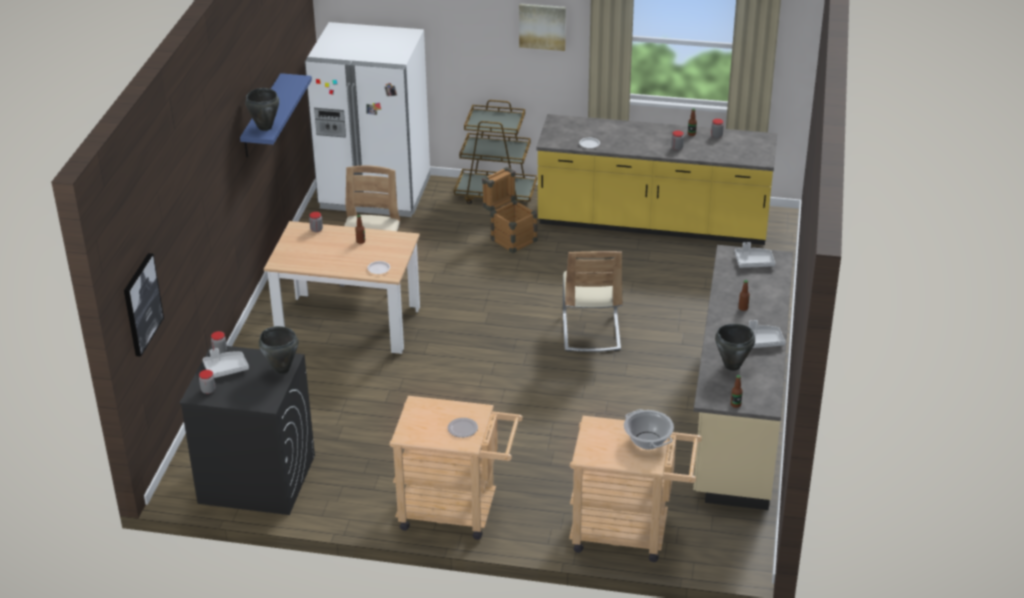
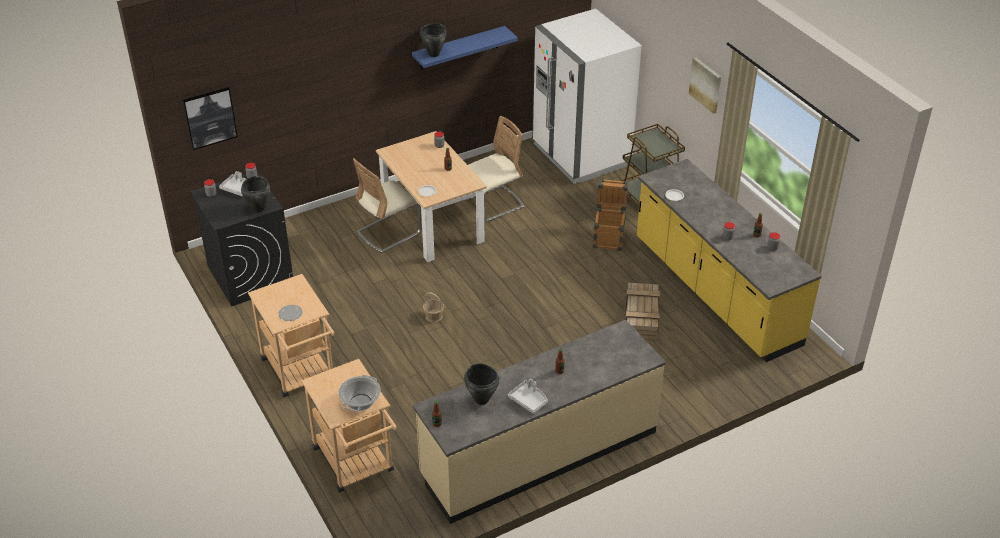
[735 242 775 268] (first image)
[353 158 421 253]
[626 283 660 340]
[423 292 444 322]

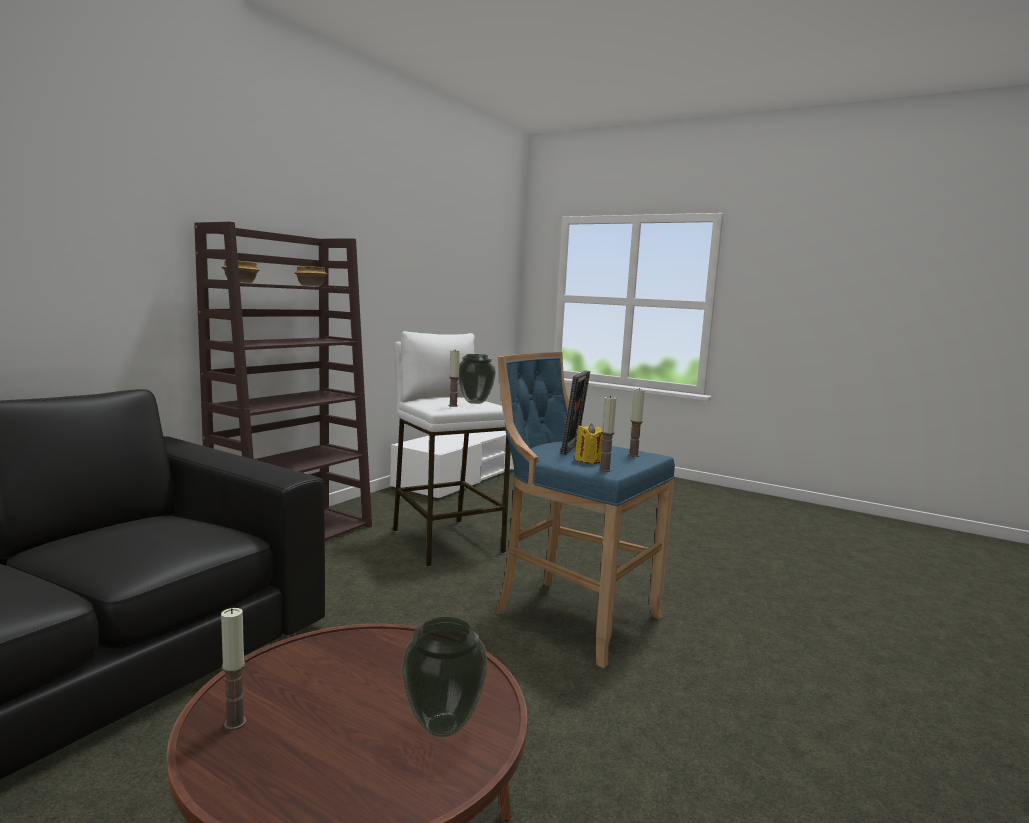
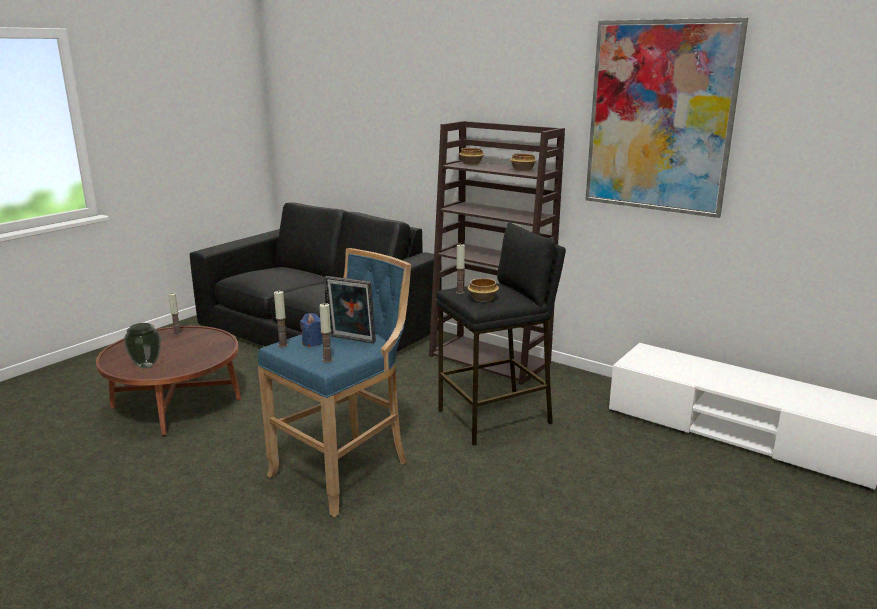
[437 222 566 446]
[468 278 499 302]
[300 313 323 347]
[585 18 748 218]

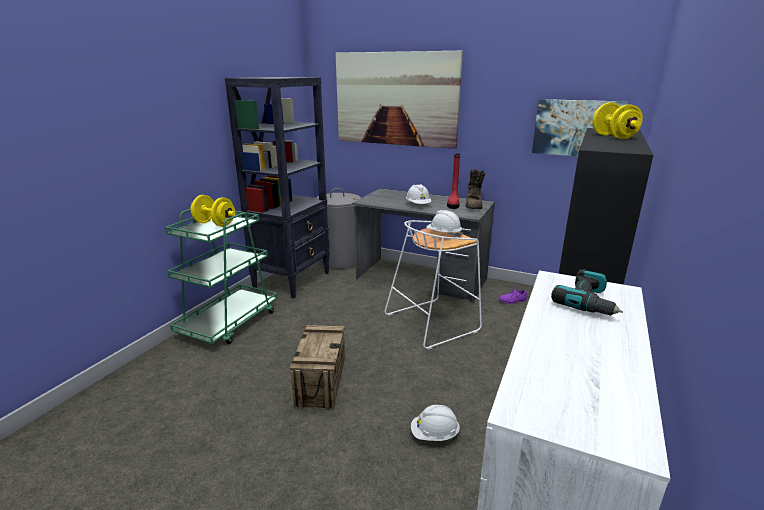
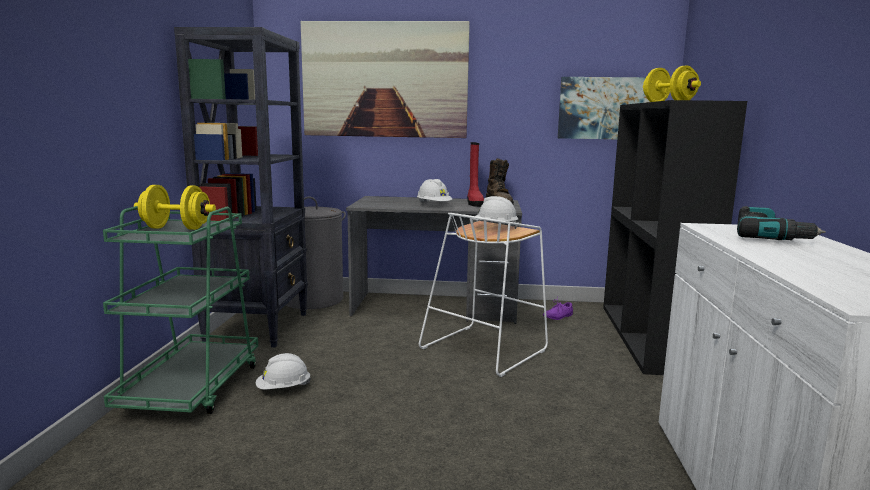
[290 325 345 410] (first image)
[256 353 311 390]

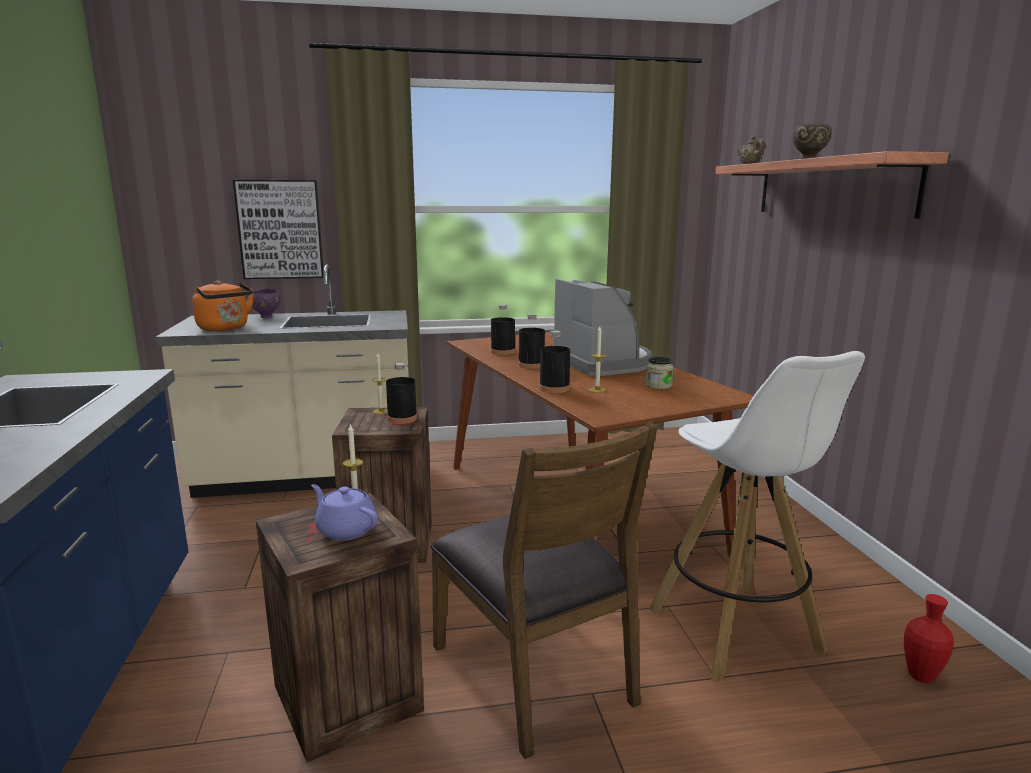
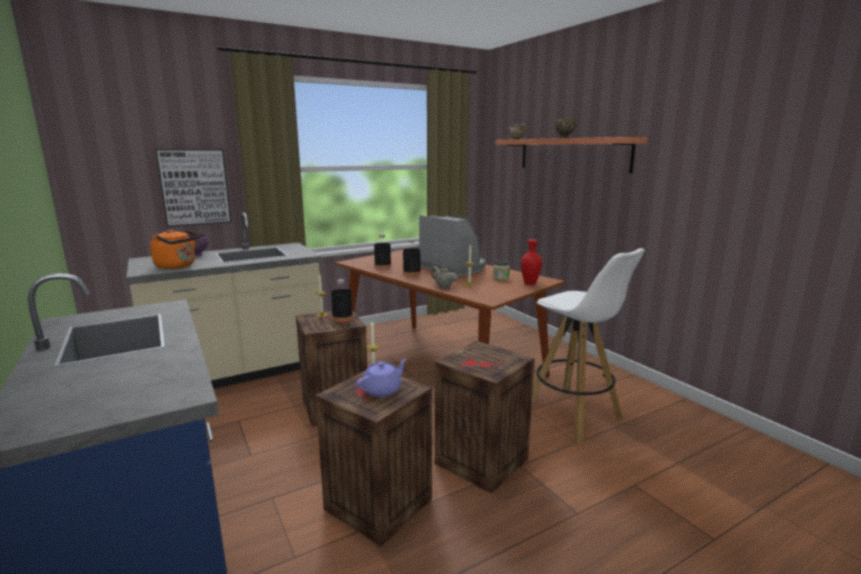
[431 265 458 288]
[435 341 535 494]
[357 359 407 397]
[521 239 542 285]

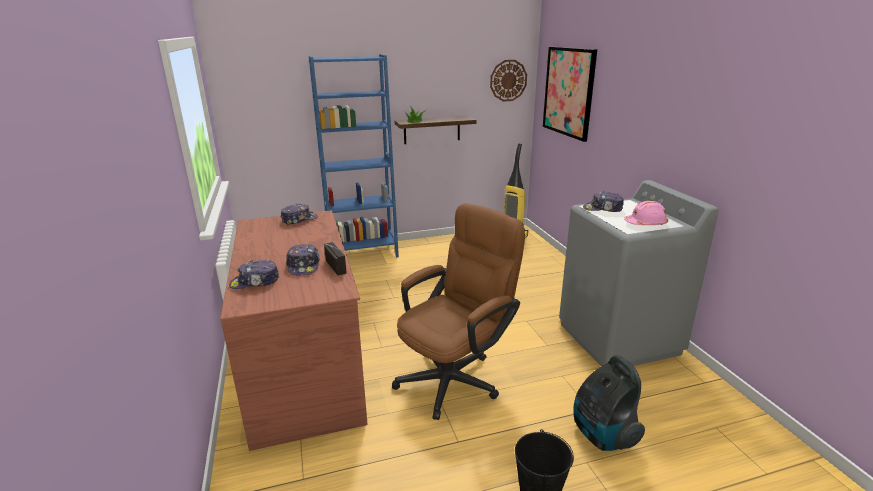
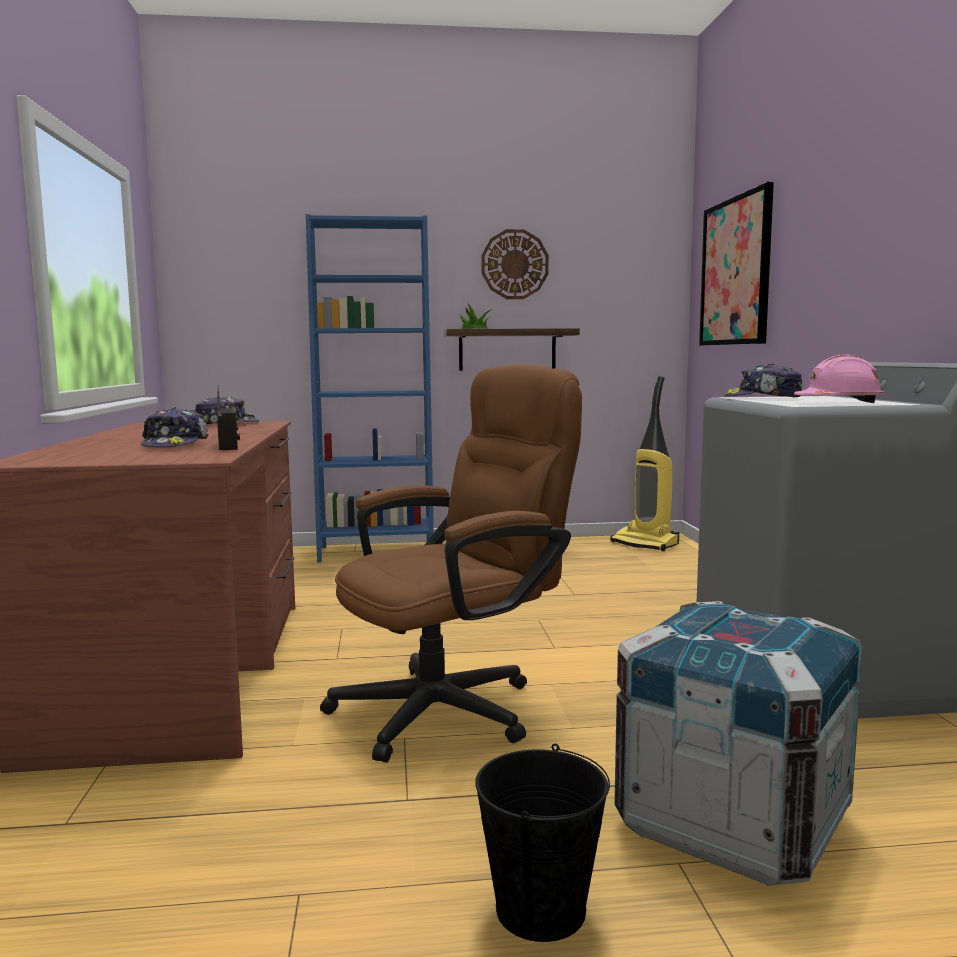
[482 229 549 299]
[229 260 280 289] (first image)
[614 601 863 886]

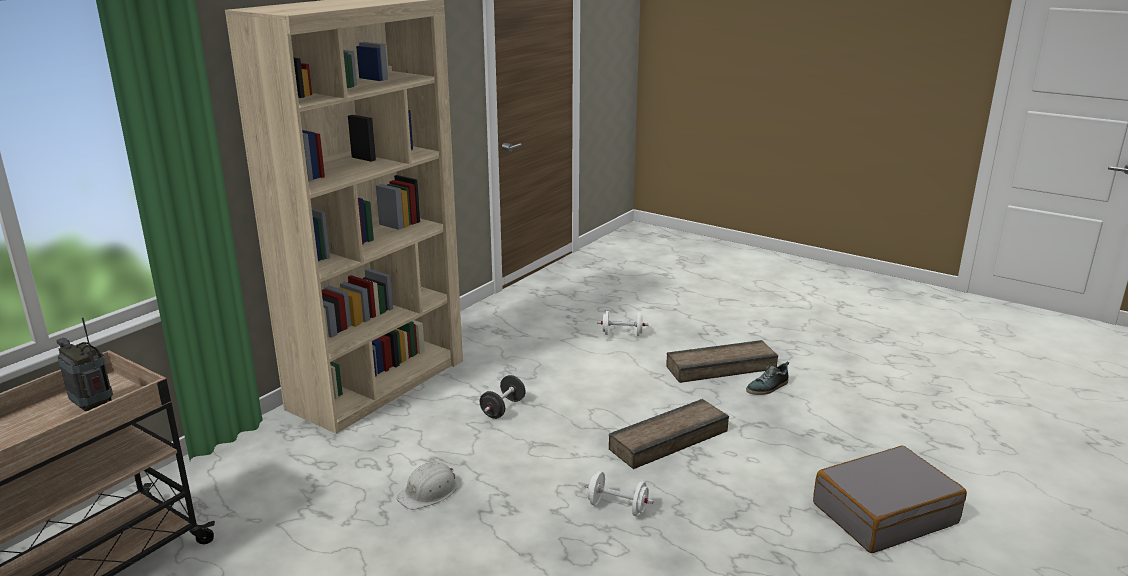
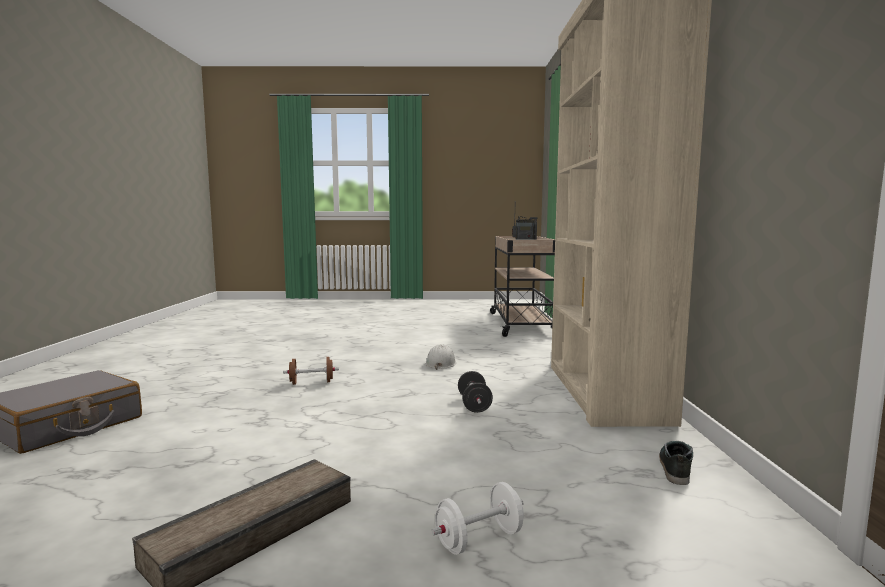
[659 441 693 485]
[609 399 729 469] (first image)
[283 357 339 385]

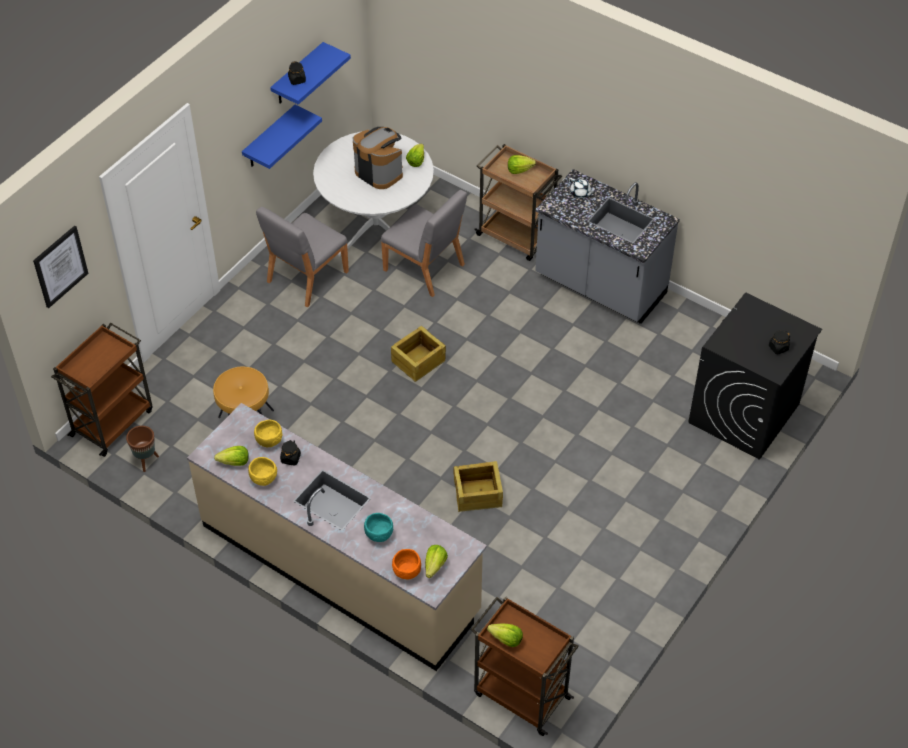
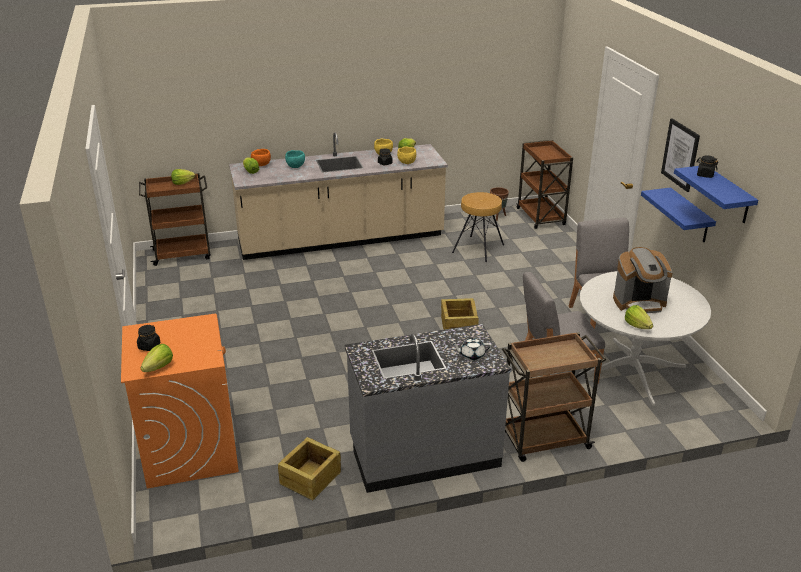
[140 344 173 372]
[661 119 700 192]
[121 314 239 489]
[278 437 341 500]

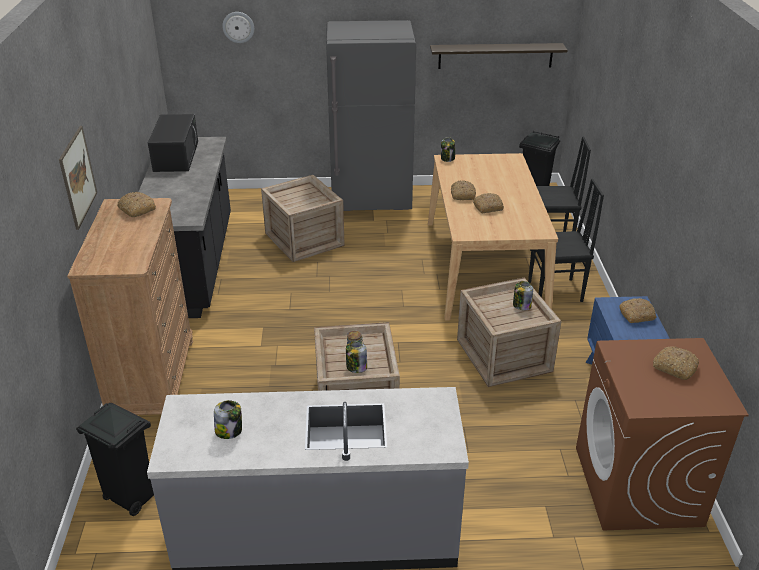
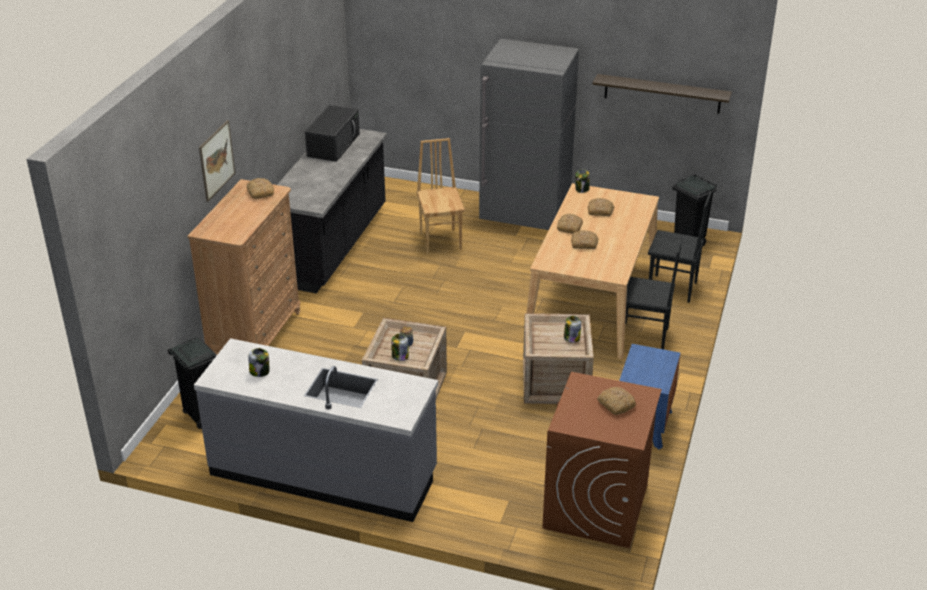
[222 12 254 43] (first image)
[416 138 465 254]
[588 198 615 216]

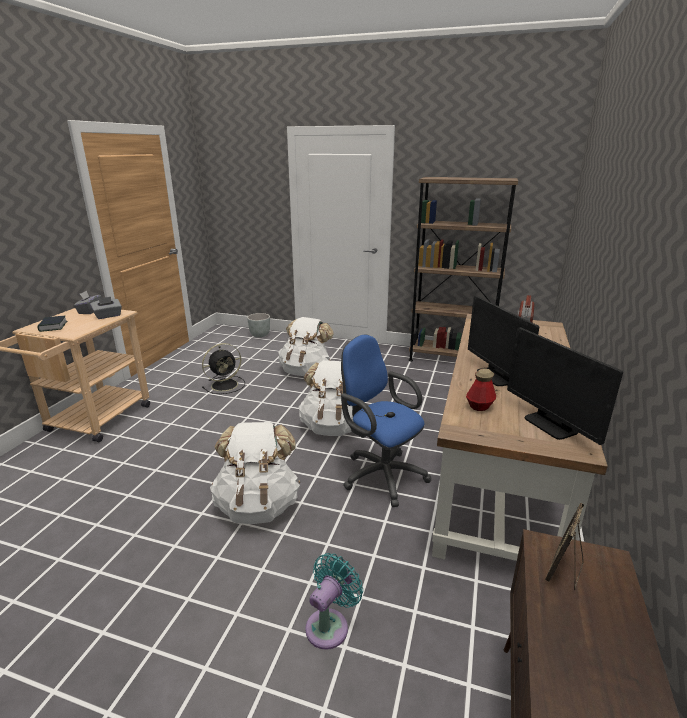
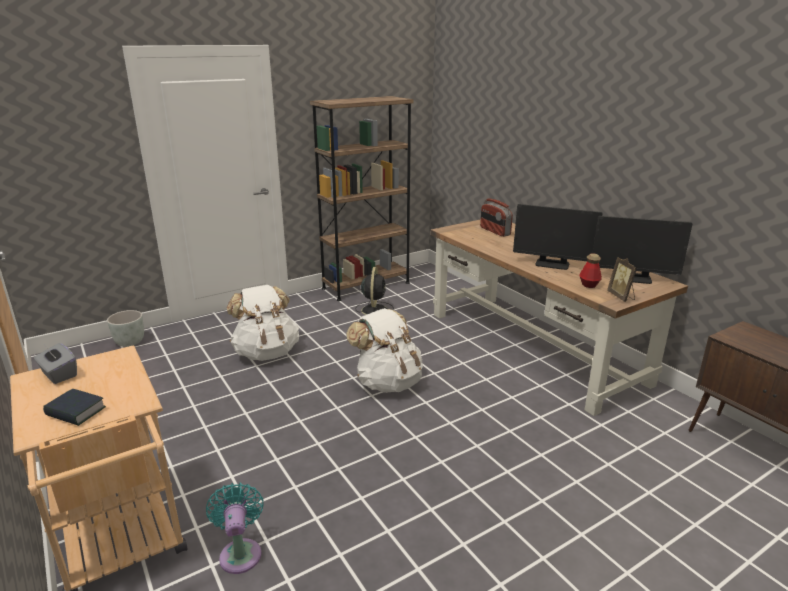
[90 297 122 319] (first image)
[341 334 431 507] (first image)
[355 267 394 315]
[210 422 300 524] (first image)
[607 257 637 302]
[206 483 264 574]

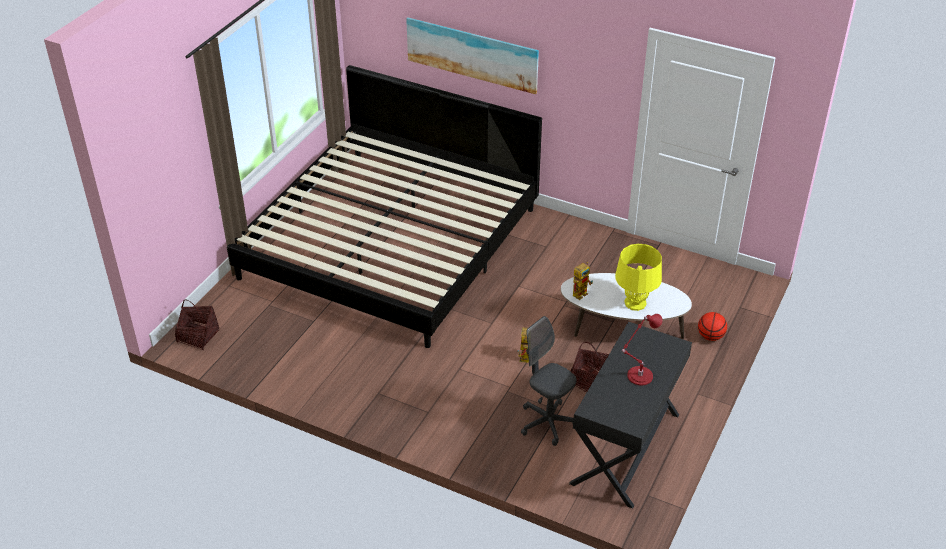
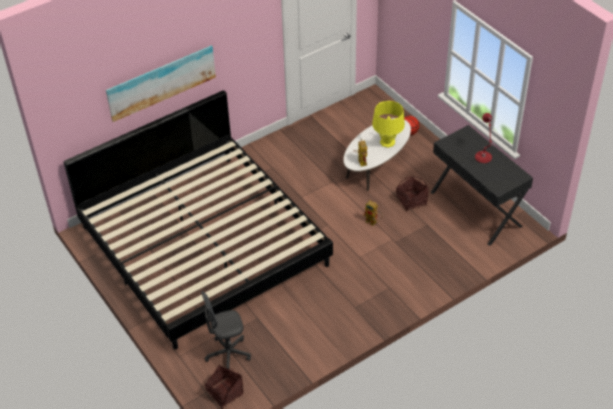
[201 291 251 369]

